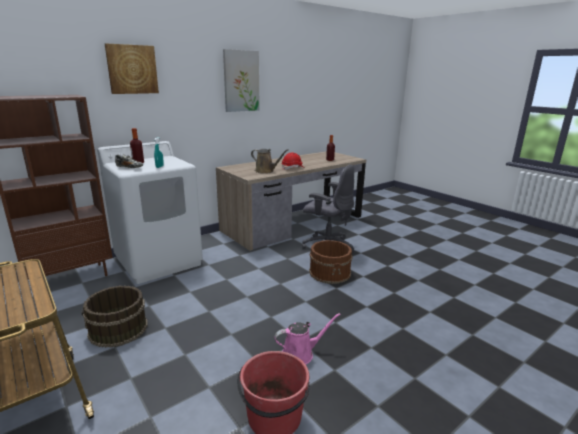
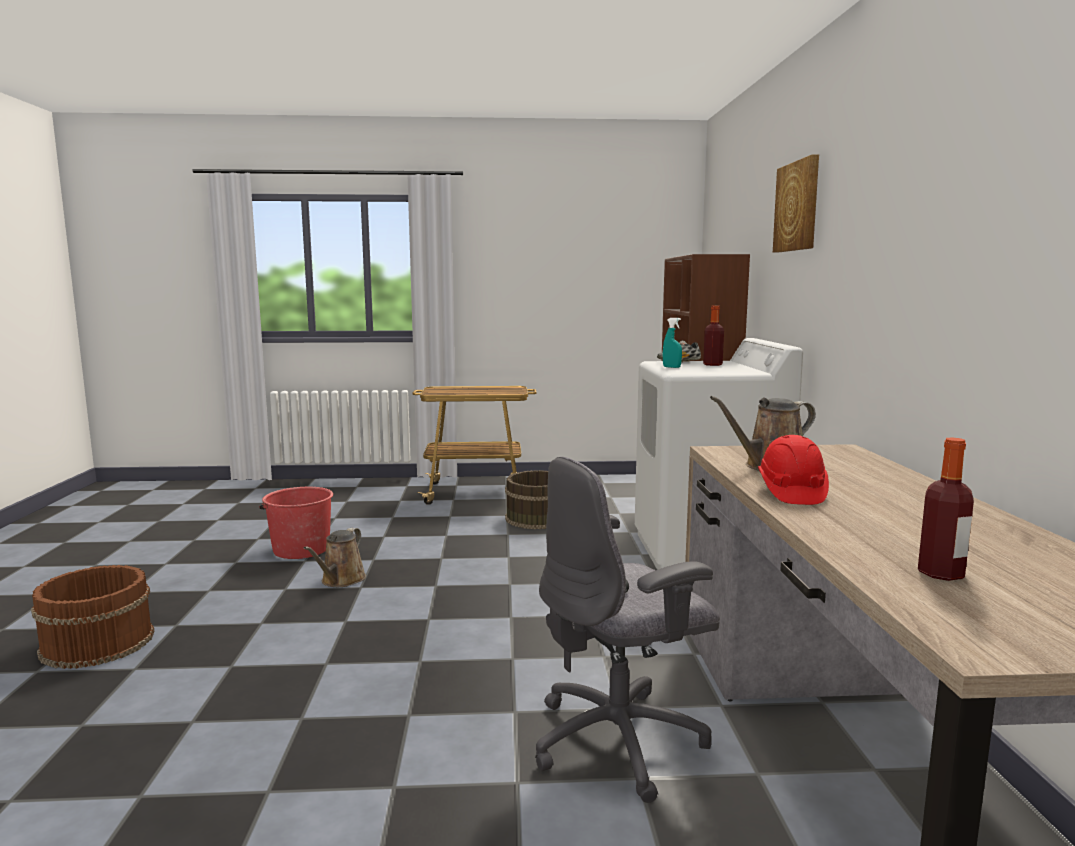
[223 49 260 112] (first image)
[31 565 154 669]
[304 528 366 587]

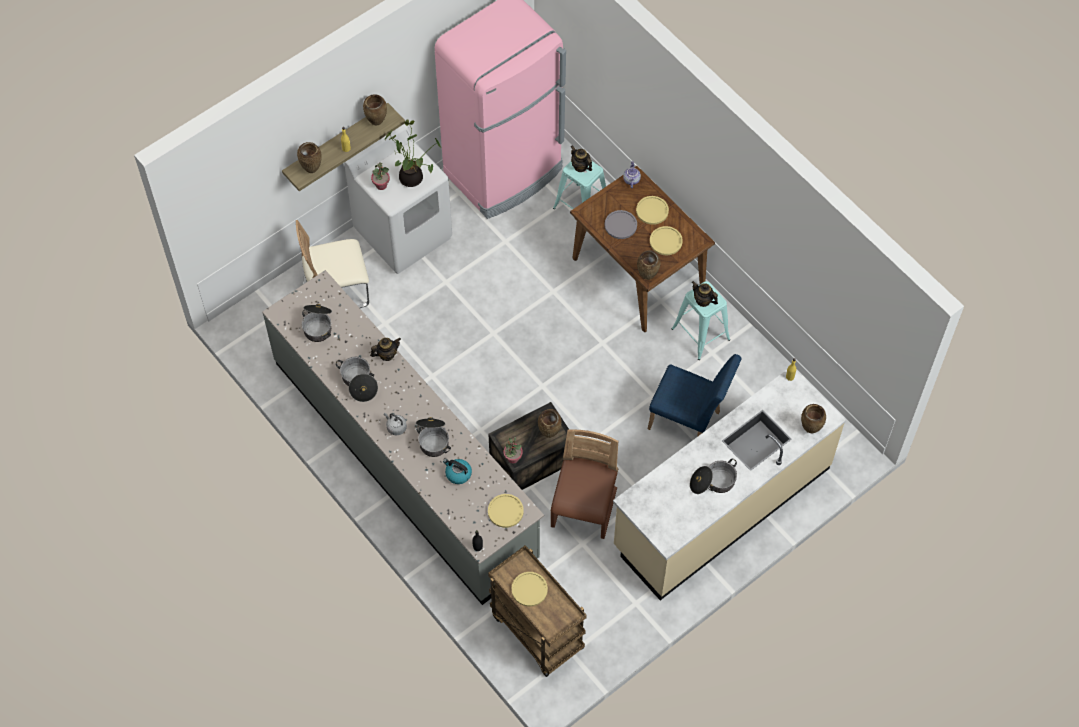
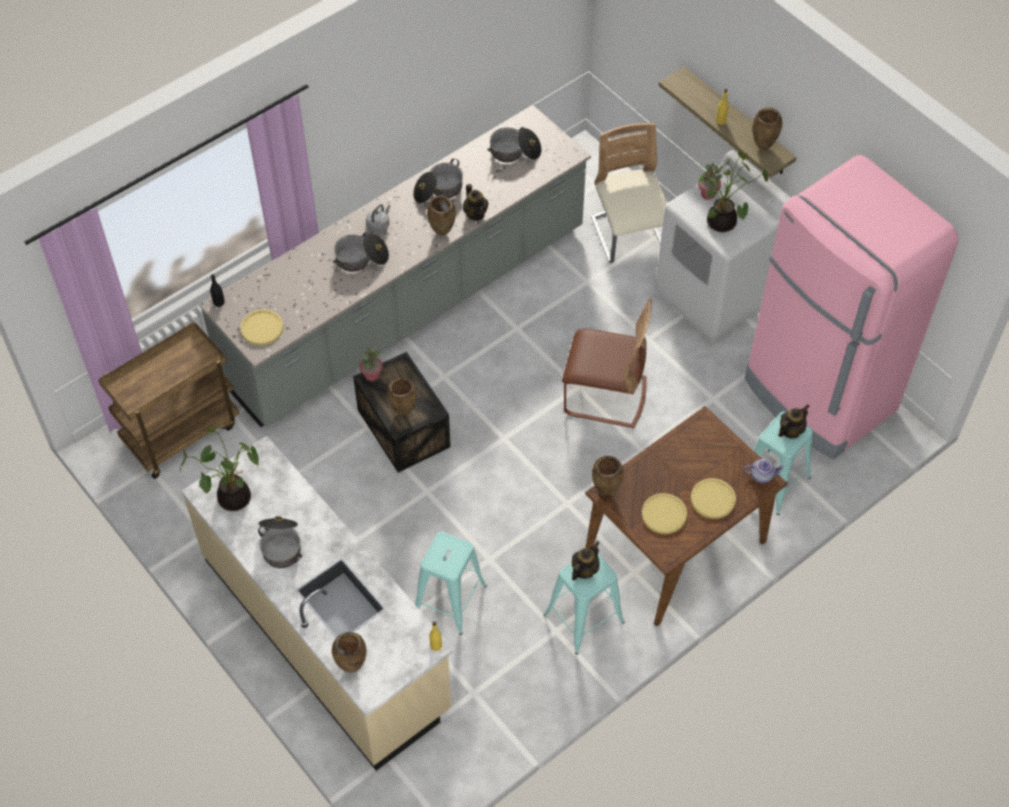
[427 195 456 236]
[605 210 637 239] (first image)
[415 532 487 635]
[562 298 651 428]
[443 459 472 484] (first image)
[512 572 548 607] (first image)
[180 426 259 511]

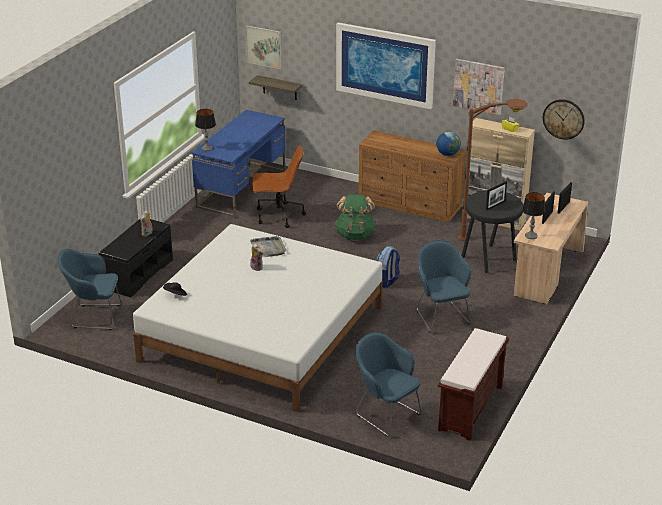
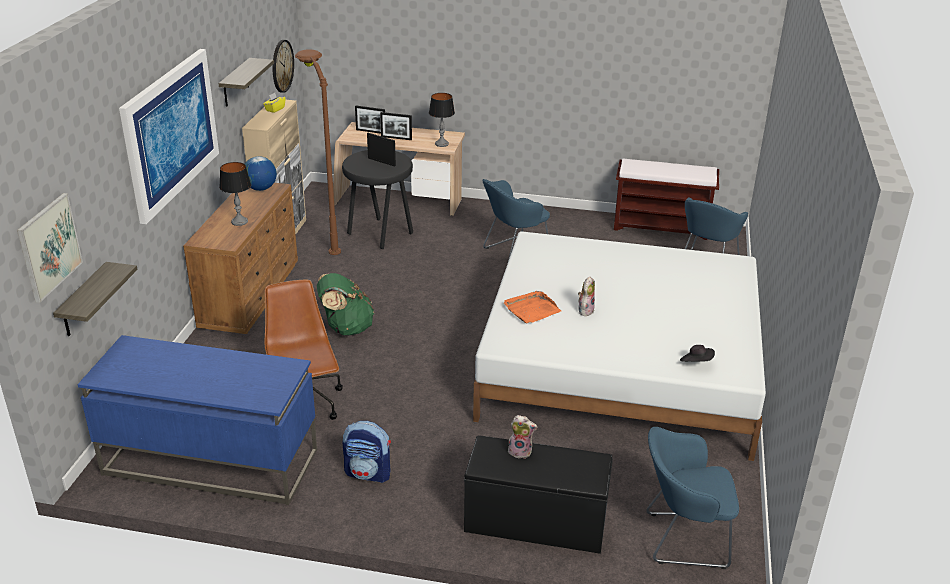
[218 58 274 107]
[219 162 251 226]
[504 291 561 324]
[343 421 391 483]
[646 427 739 569]

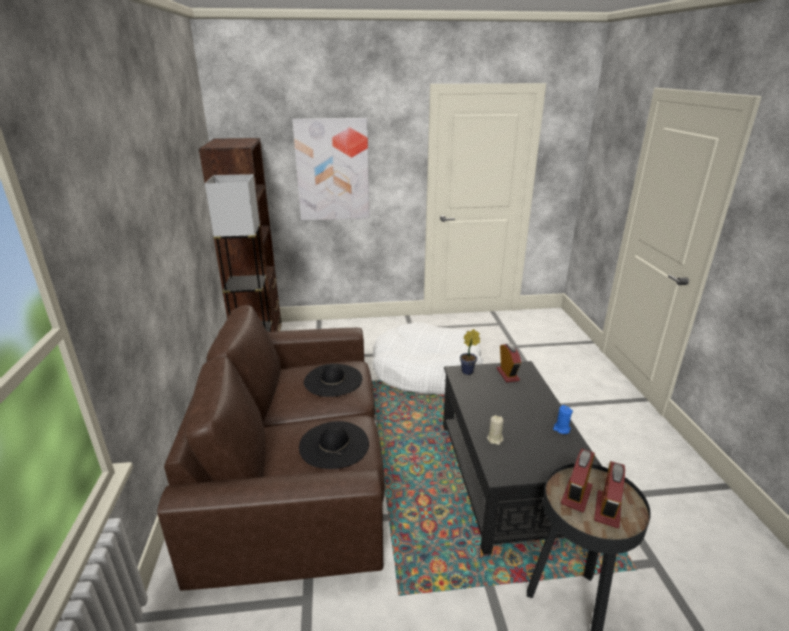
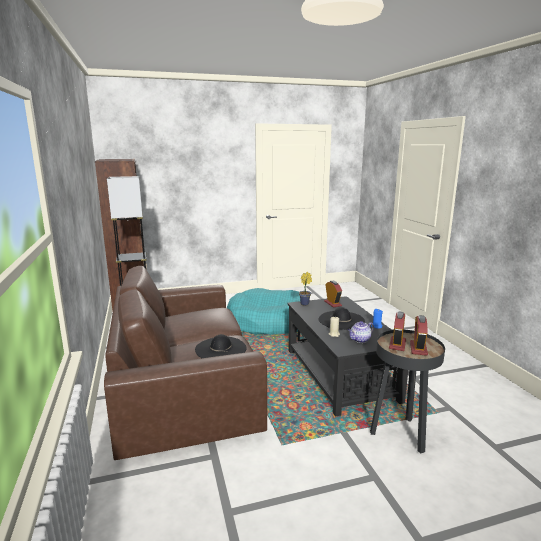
[292 118 369 220] (first image)
[227 288 300 335]
[319 307 365 330]
[348 321 374 343]

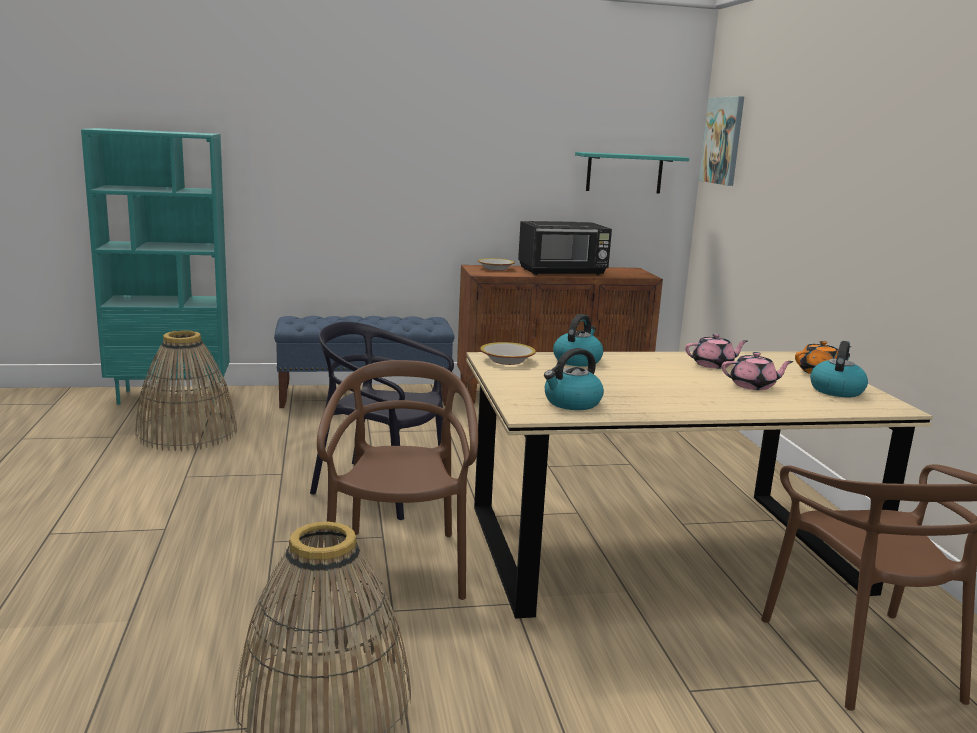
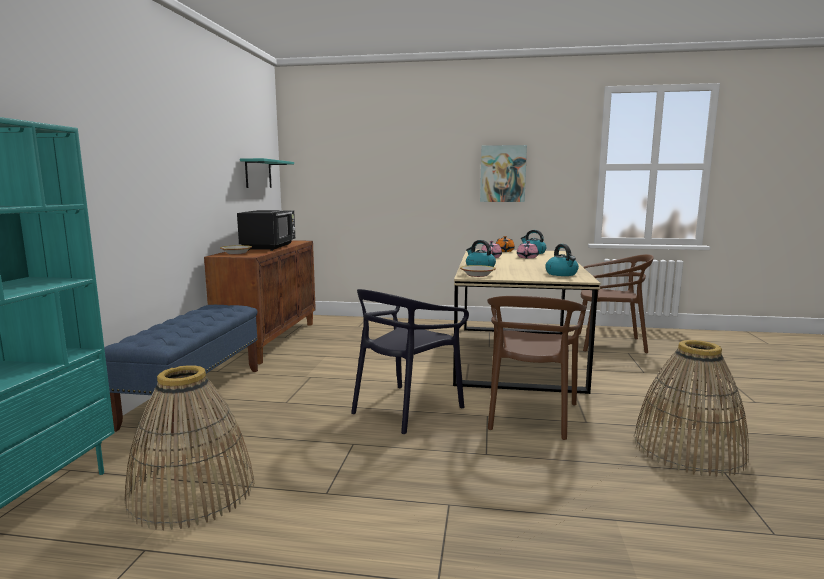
[480 145 527 202]
[487 296 587 440]

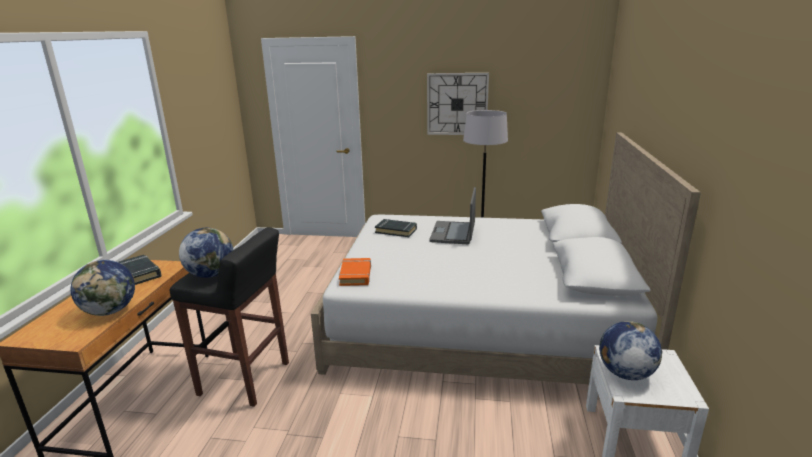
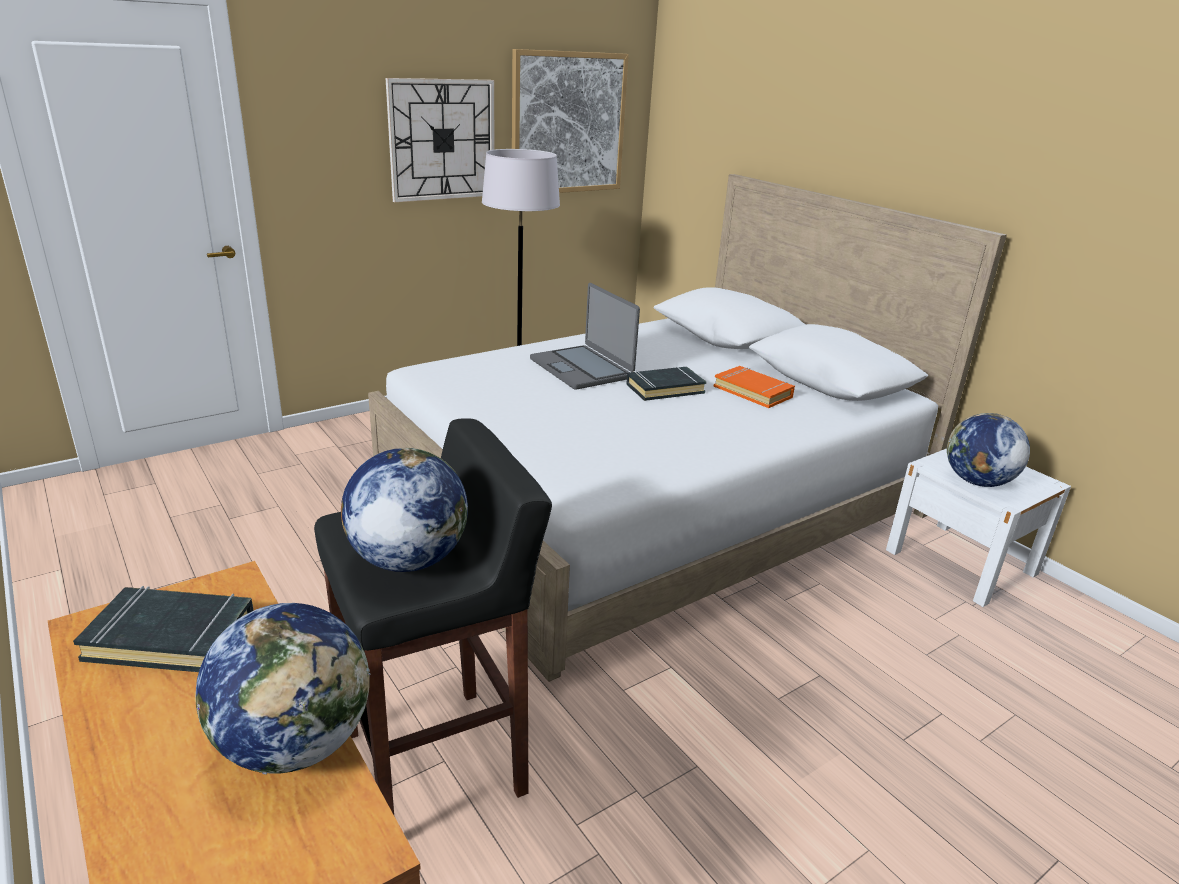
[626 366 707 401]
[714 366 795 408]
[512 49 629 193]

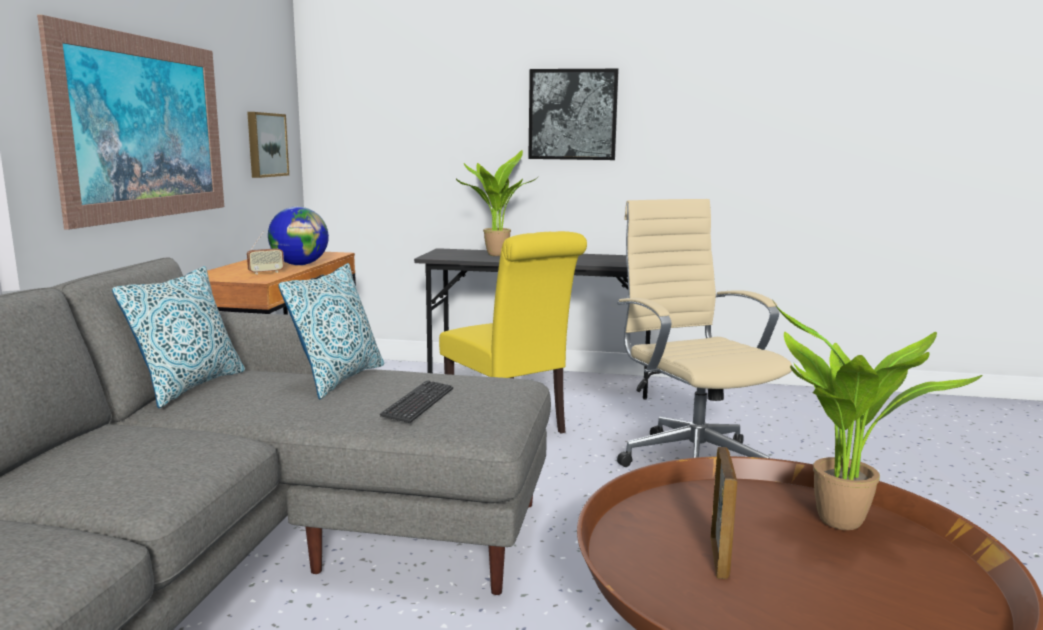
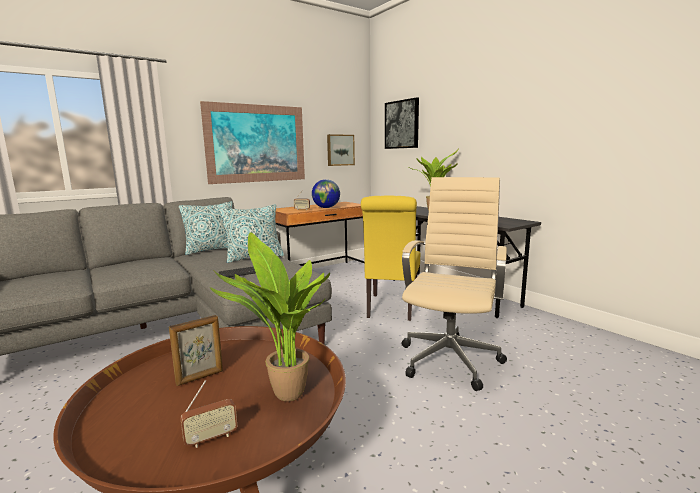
[385 97 419 149]
[180 380 237 448]

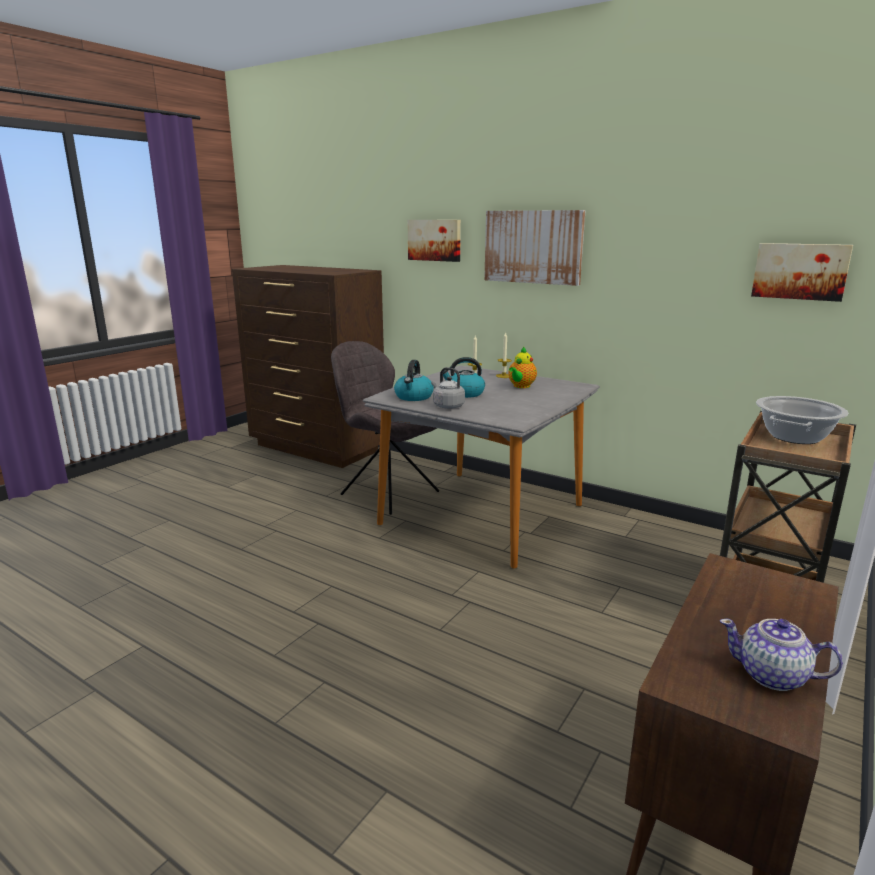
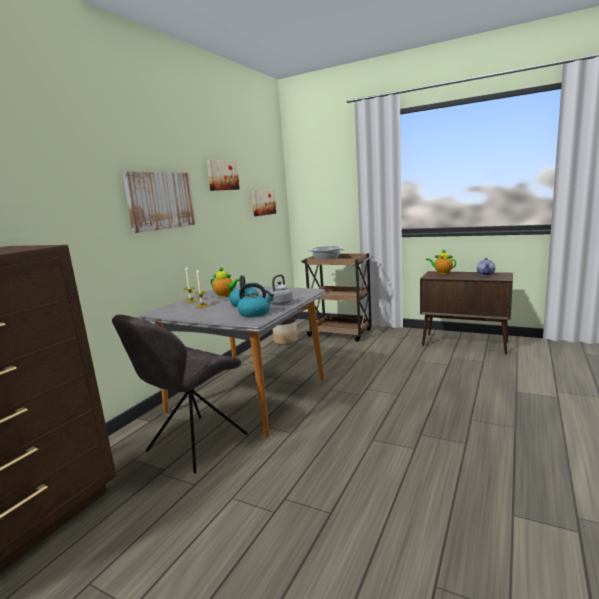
[207 160 240 191]
[426 249 456 274]
[273 318 298 345]

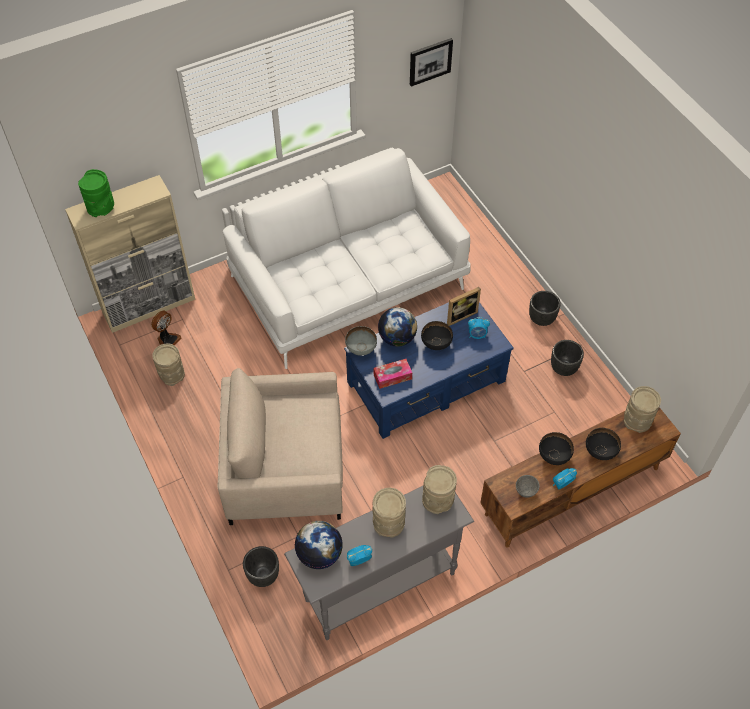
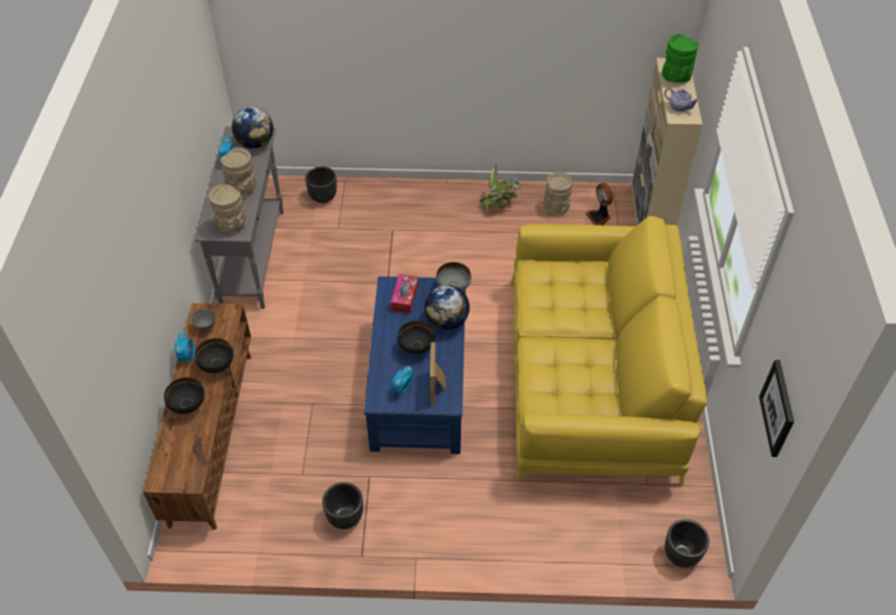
[510 216 707 486]
[665 519 709 568]
[218 368 343 525] (first image)
[624 386 661 433] (first image)
[664 88 699 112]
[480 165 521 213]

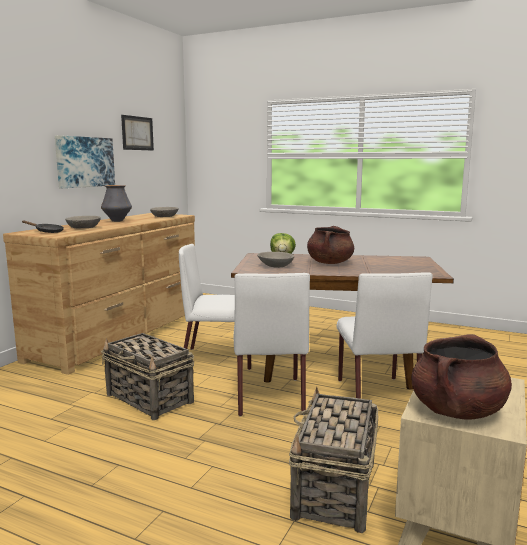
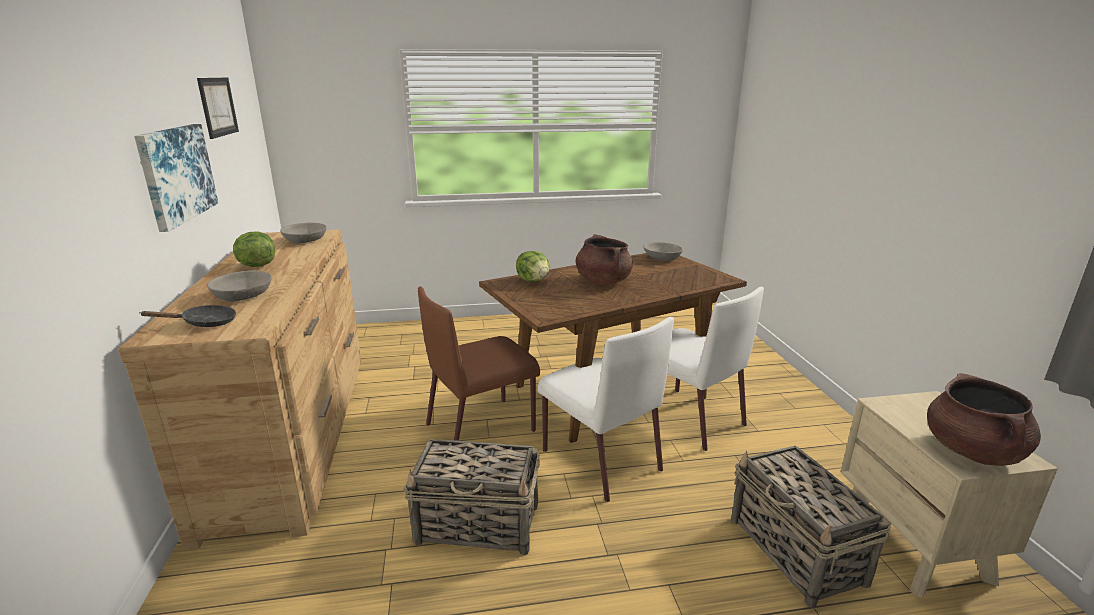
[233 231 275 267]
[418 286 540 441]
[643 242 683 261]

